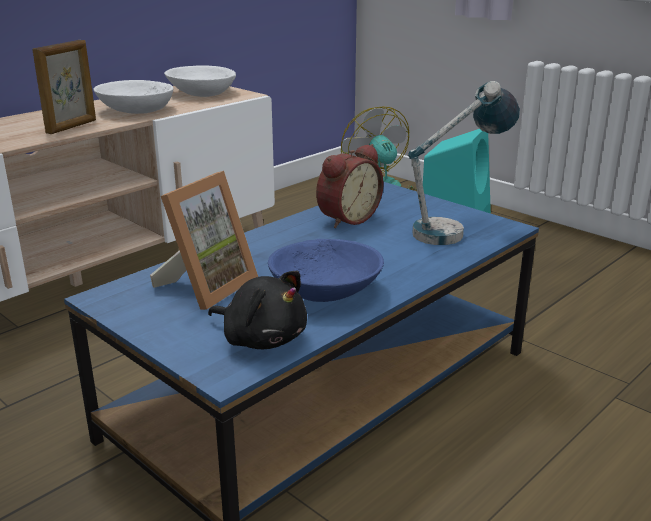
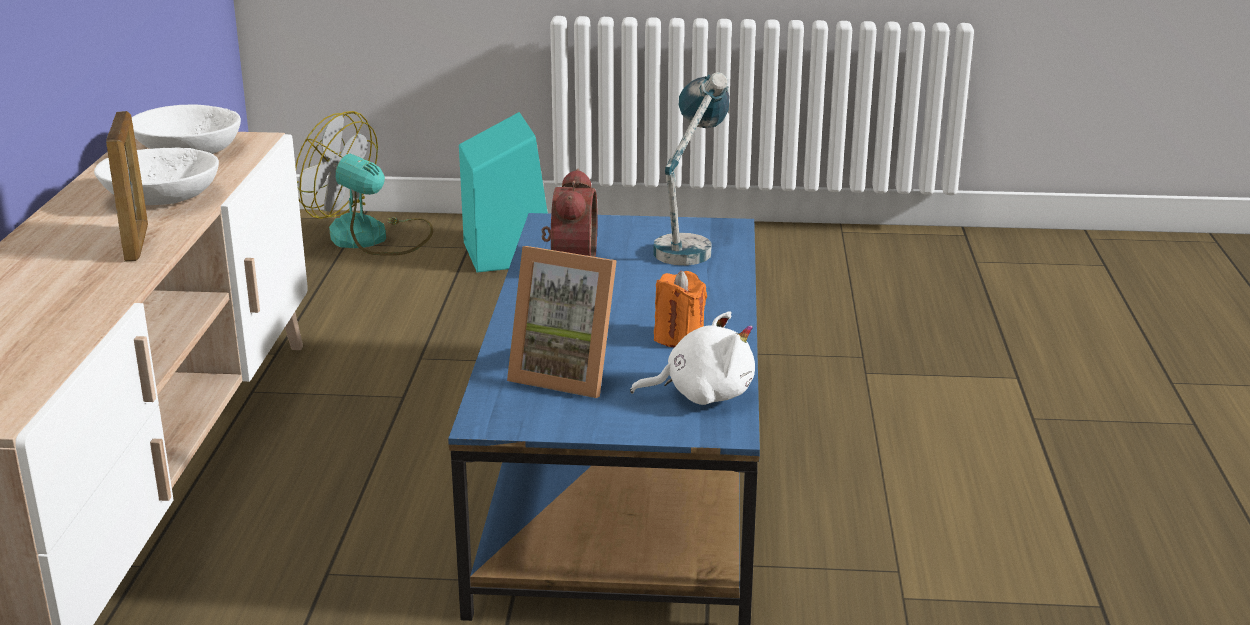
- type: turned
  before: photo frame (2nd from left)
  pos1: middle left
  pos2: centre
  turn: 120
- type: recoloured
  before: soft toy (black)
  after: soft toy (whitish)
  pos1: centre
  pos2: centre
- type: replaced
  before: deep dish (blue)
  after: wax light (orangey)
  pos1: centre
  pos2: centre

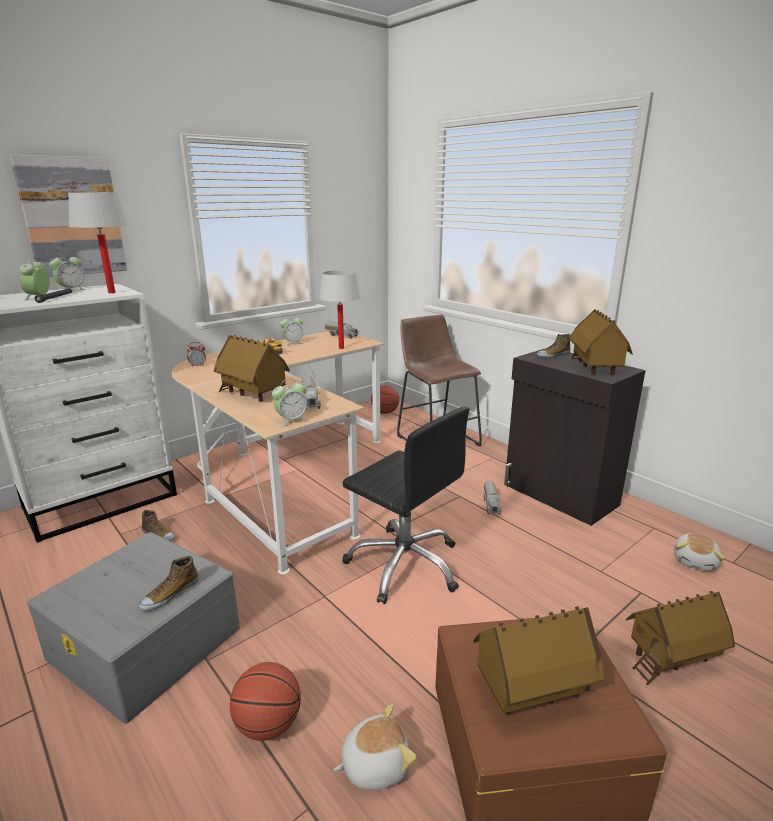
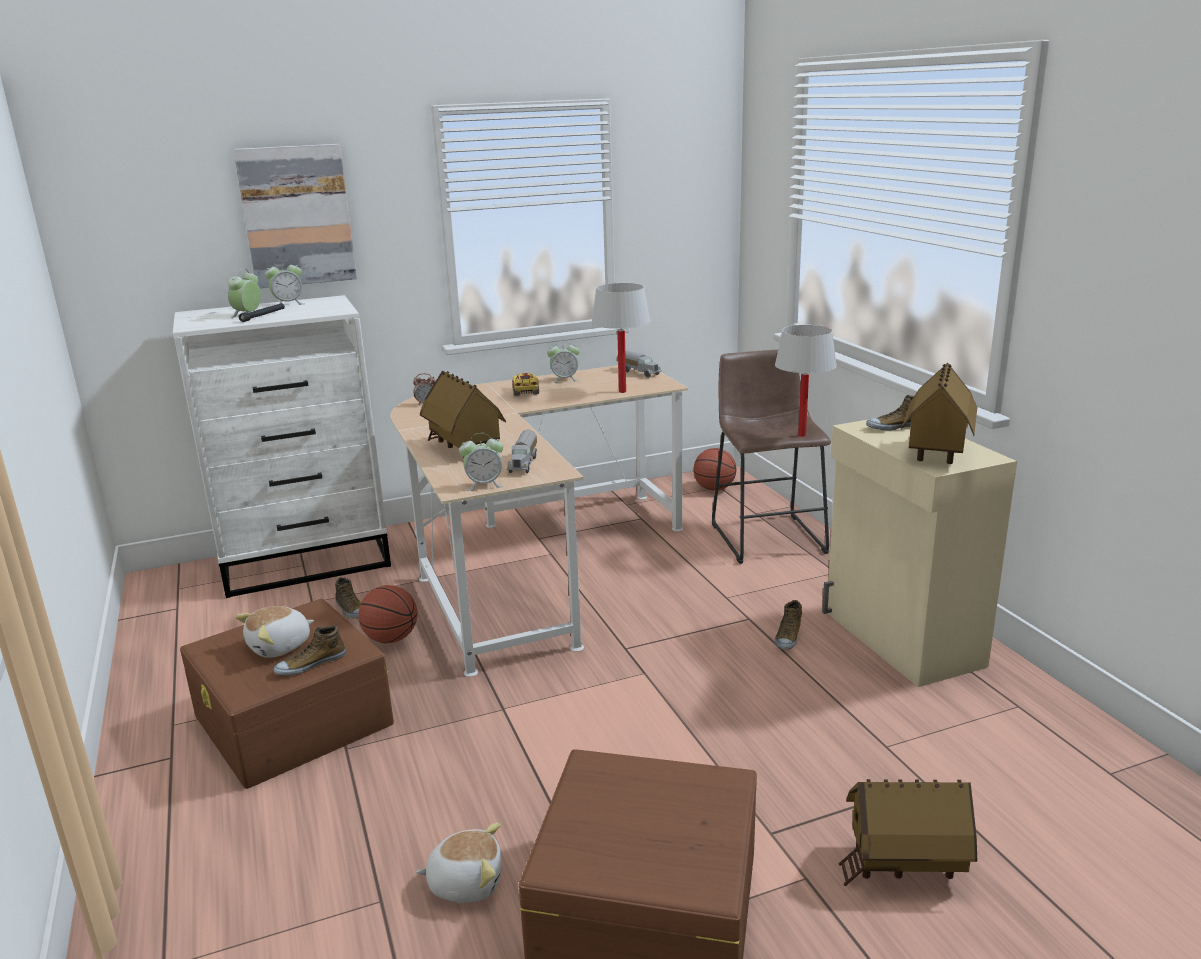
- type: recoloured
  before: storage box (greyish)
  after: storage box (brown) (1st from left)
  pos1: bottom left
  pos2: bottom left
- type: moved
  before: tabletop lamp (whitish) (1st from left in the first image)
  after: tabletop lamp (whitish) (2nd from left)
  pos1: top left
  pos2: middle right
- type: moved
  before: ball for basketball (1st from left)
  pos1: bottom centre
  pos2: middle left
- type: removed
  before: office chair (black)
  pos1: centre
- type: removed
  before: toy house (2nd from left)
  pos1: bottom right
- type: replaced
  before: toy truck (3rd from left)
  after: shoe (3rd from left)
  pos1: centre
  pos2: centre
- type: recoloured
  before: storage cabinet (black)
  after: storage cabinet (sand-coloured)
  pos1: middle right
  pos2: middle right
- type: moved
  before: soft toy (2nd from left in the first image)
  after: soft toy (1st from left)
  pos1: bottom right
  pos2: middle left

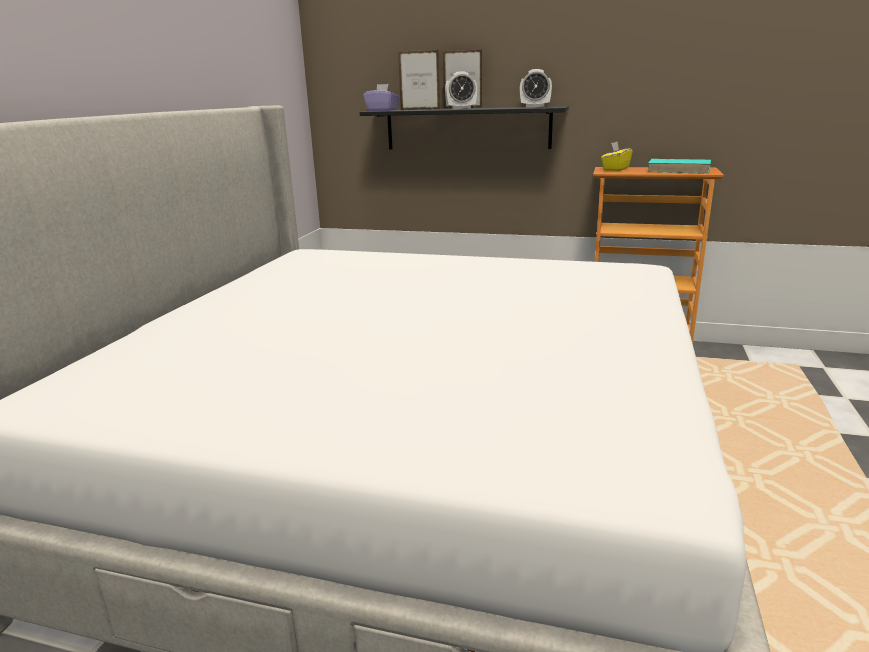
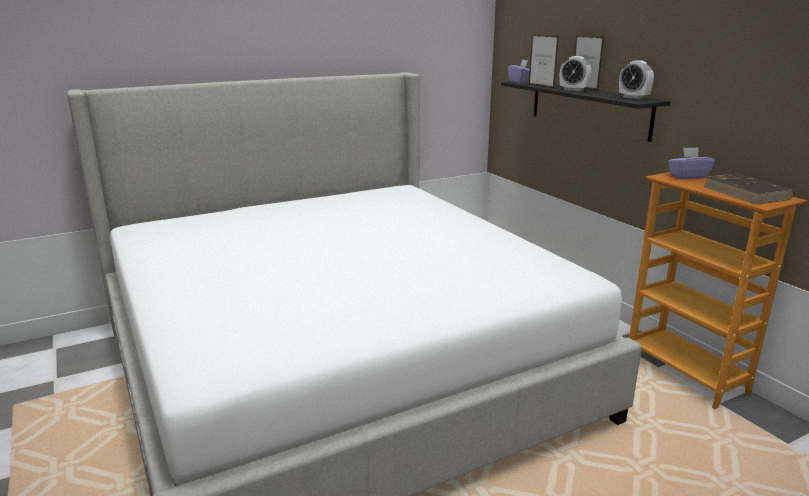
- type: recoloured
  before: box of tissues (yellowish)
  after: box of tissues (purple-coloured) (2nd from left)
  pos1: top right
  pos2: top right
- type: recoloured
  before: bound book (turquoise)
  after: bound book (brown)
  pos1: top right
  pos2: middle right

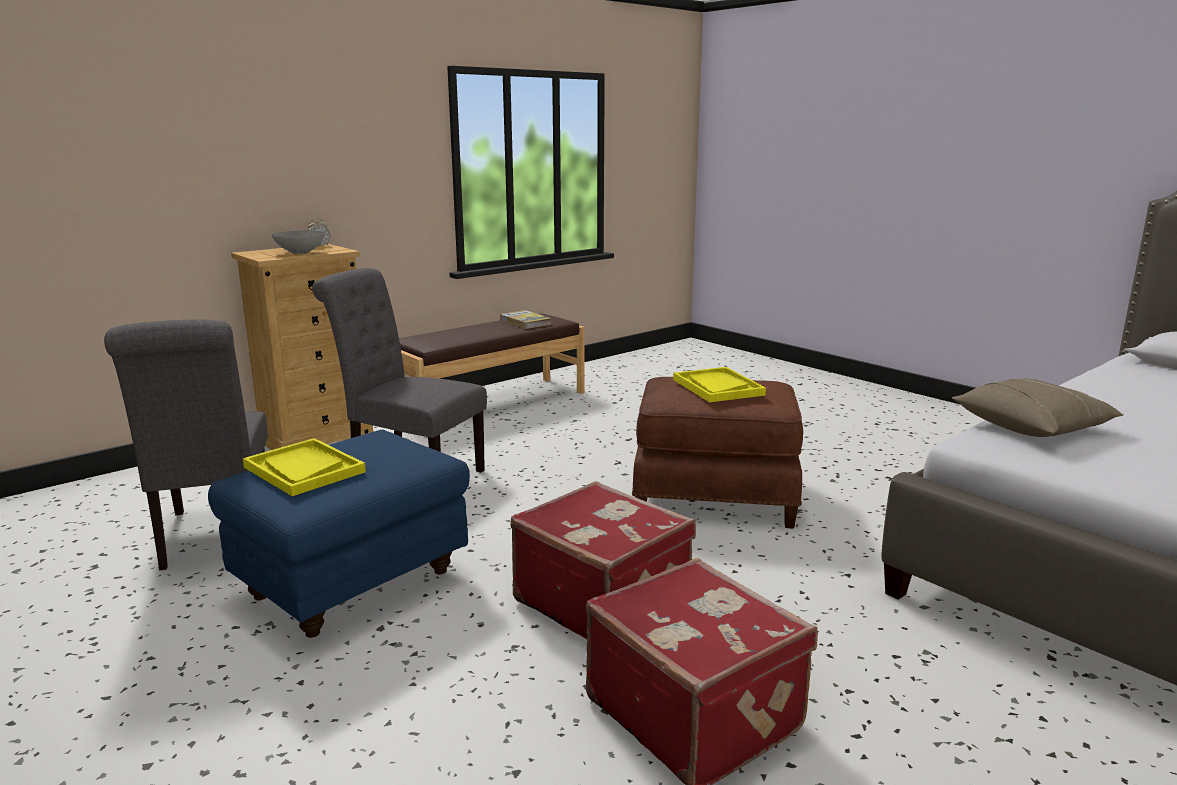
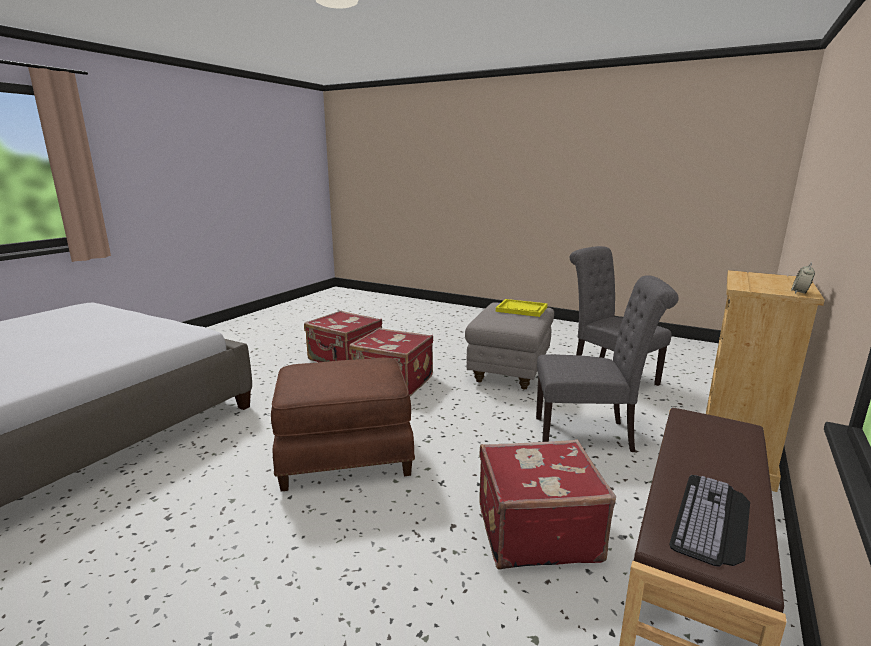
- type: recoloured
  before: ottoman (blue)
  after: ottoman (greyish)
  pos1: bottom left
  pos2: centre
- type: removed
  before: deep dish (greyish)
  pos1: top left
- type: replaced
  before: bound book
  after: PC keyboard
  pos1: centre
  pos2: bottom right
- type: removed
  before: tray (yellowish) (2nd from left)
  pos1: centre
- type: removed
  before: pillow (sand-coloured)
  pos1: middle right
- type: added
  after: piece of luggage (red-coloured) (3rd from left)
  pos2: bottom centre

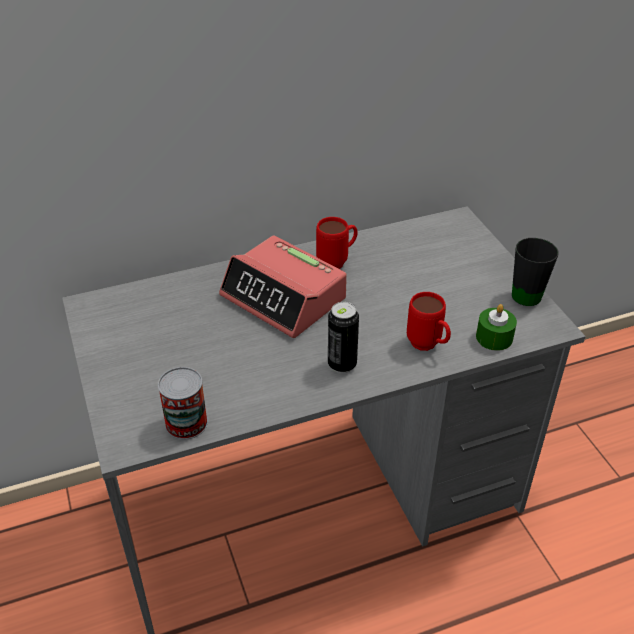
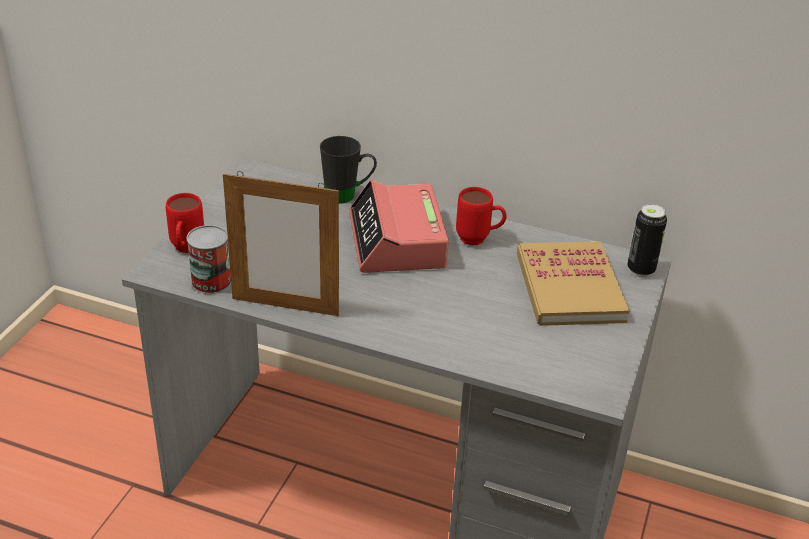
- type: moved
  before: sealed can (2nd from left)
  pos1: centre
  pos2: middle right
- type: moved
  before: tea mug (red-coloured) (2nd from left in the first image)
  after: tea mug (red-coloured) (1st from left)
  pos1: middle right
  pos2: middle left
- type: removed
  before: wax light (green)
  pos1: middle right
- type: moved
  before: tea mug (black)
  pos1: middle right
  pos2: top centre
- type: added
  after: photo frame
  pos2: centre
- type: added
  after: bound book
  pos2: middle right

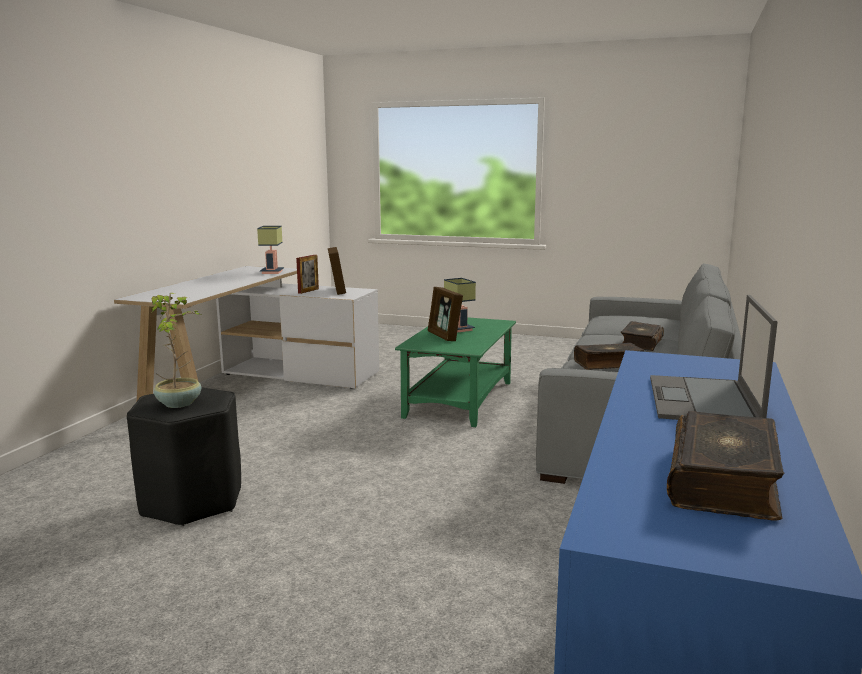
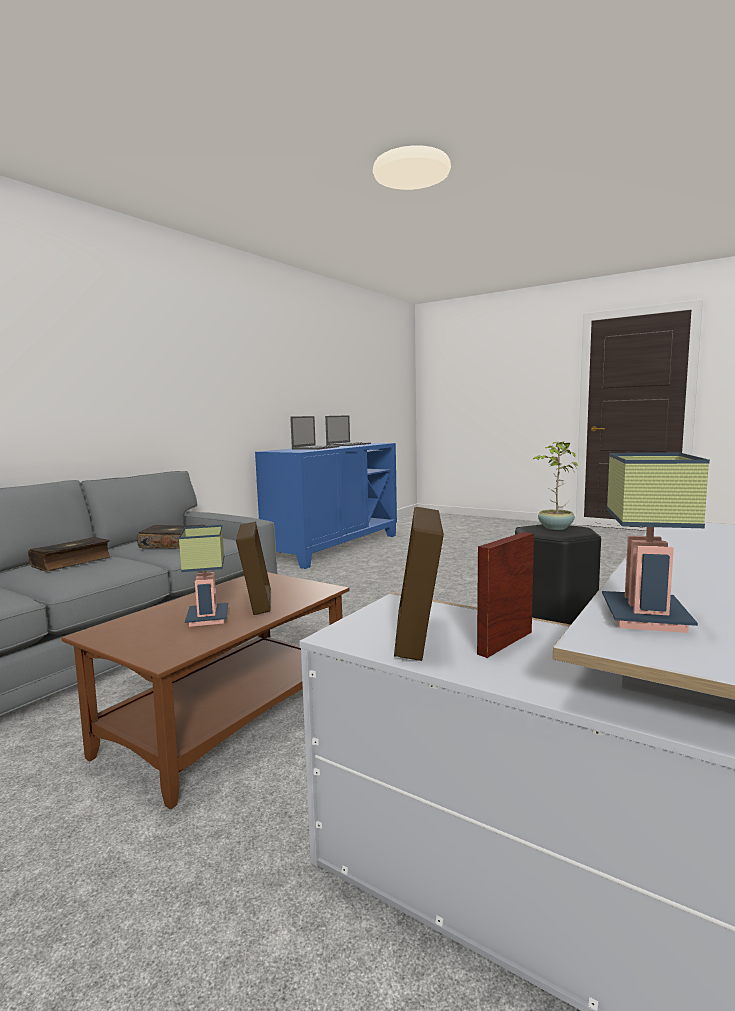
- type: recoloured
  before: lounge table (green)
  after: lounge table (brown)
  pos1: centre
  pos2: bottom left
- type: replaced
  before: bound book (3rd from left)
  after: portable computer (2nd from left)
  pos1: bottom right
  pos2: centre

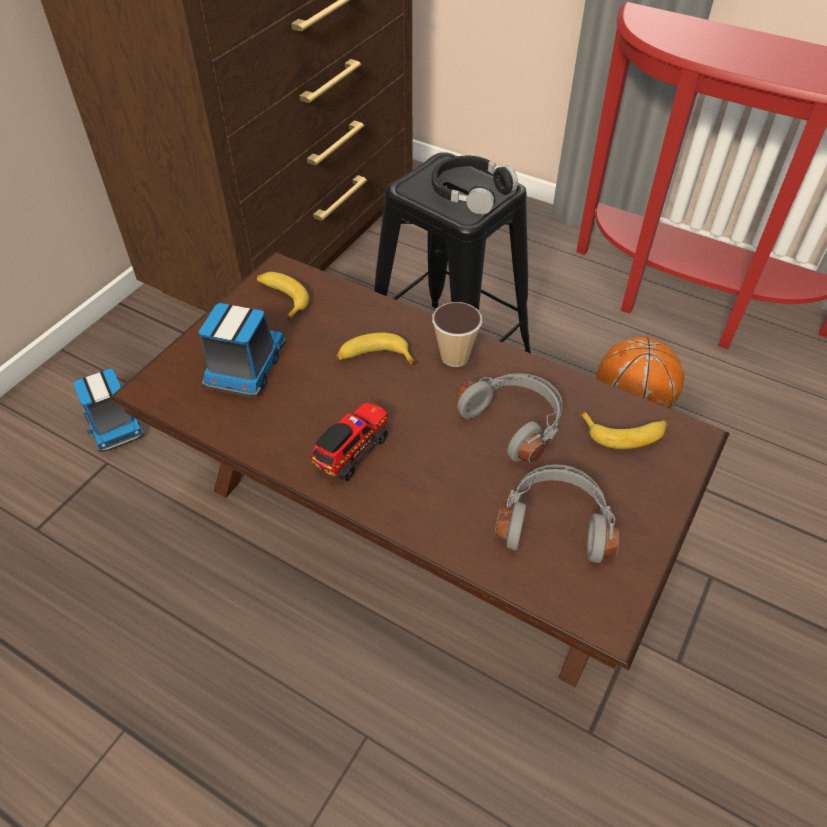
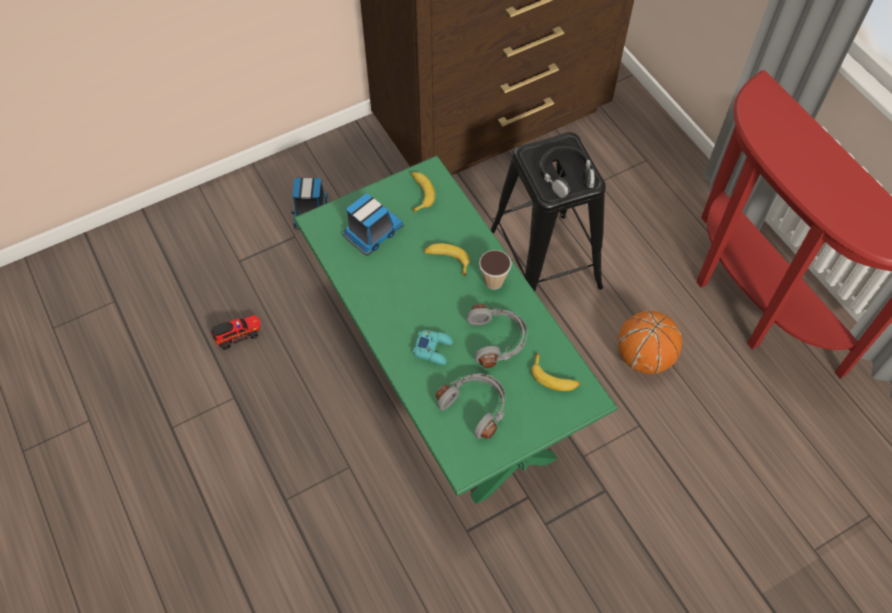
- type: recoloured
  before: lounge table (brown)
  after: lounge table (green)
  pos1: centre
  pos2: centre
- type: moved
  before: toy truck (3rd from left in the first image)
  after: toy truck (1st from left)
  pos1: centre
  pos2: middle left
- type: added
  after: joypad (turquoise)
  pos2: centre

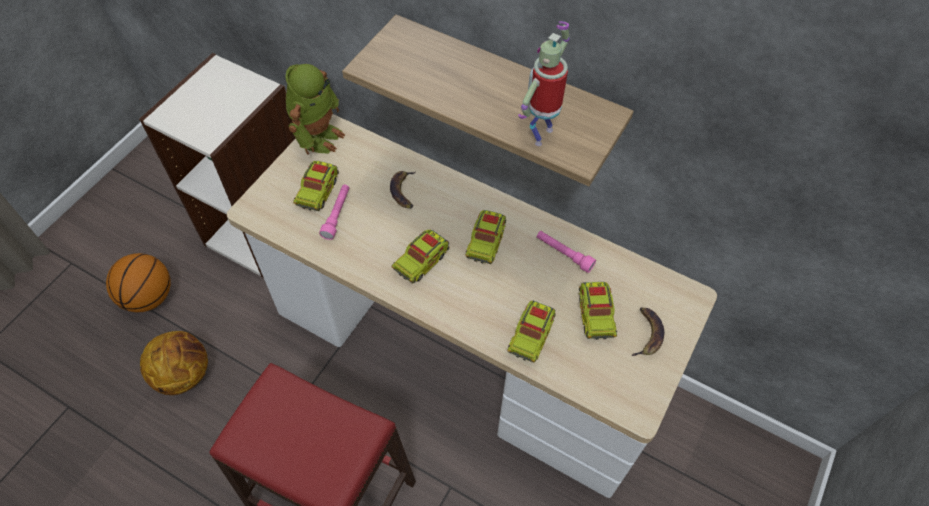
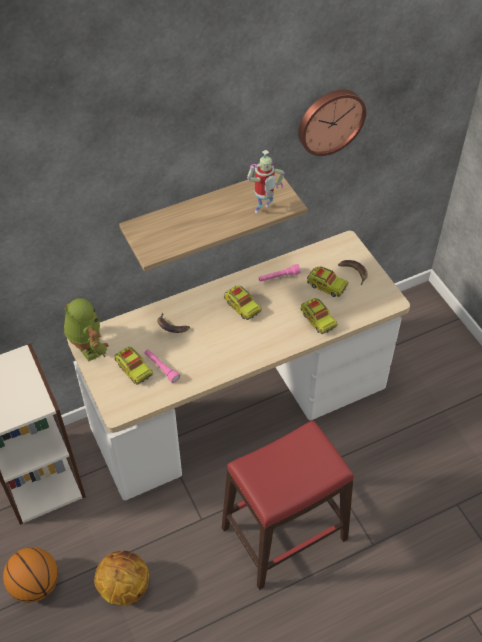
- type: removed
  before: toy truck (2nd from left)
  pos1: centre
- type: turned
  before: robot figure (2nd from left)
  pos1: top centre
  pos2: top centre
  turn: -105
- type: added
  after: wall clock
  pos2: top right

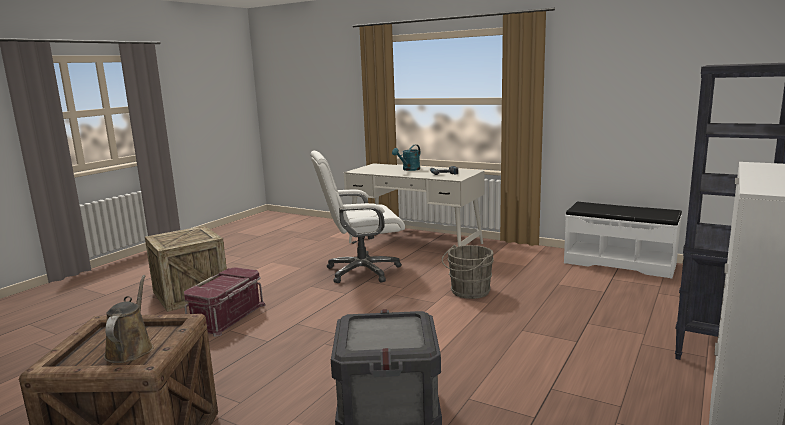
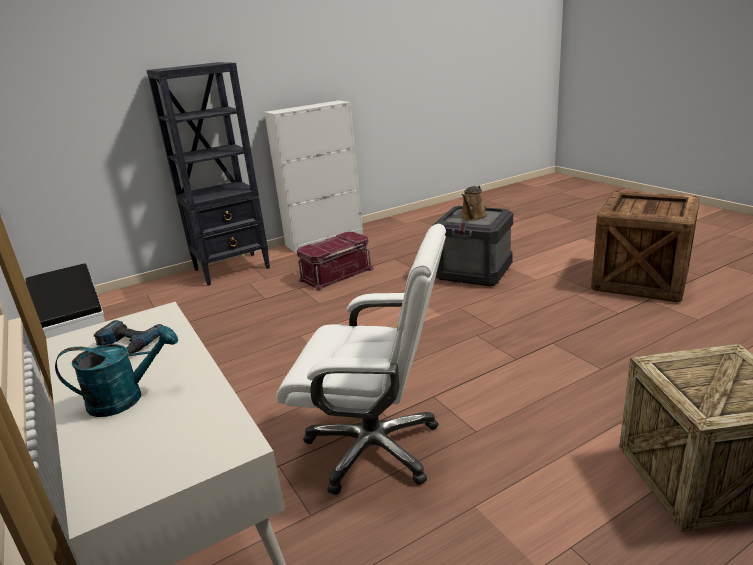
- type: moved
  before: sprinkling can (brown)
  pos1: bottom left
  pos2: centre
- type: moved
  before: storage box (red-coloured)
  pos1: bottom left
  pos2: centre
- type: removed
  before: pail (greyish)
  pos1: centre

